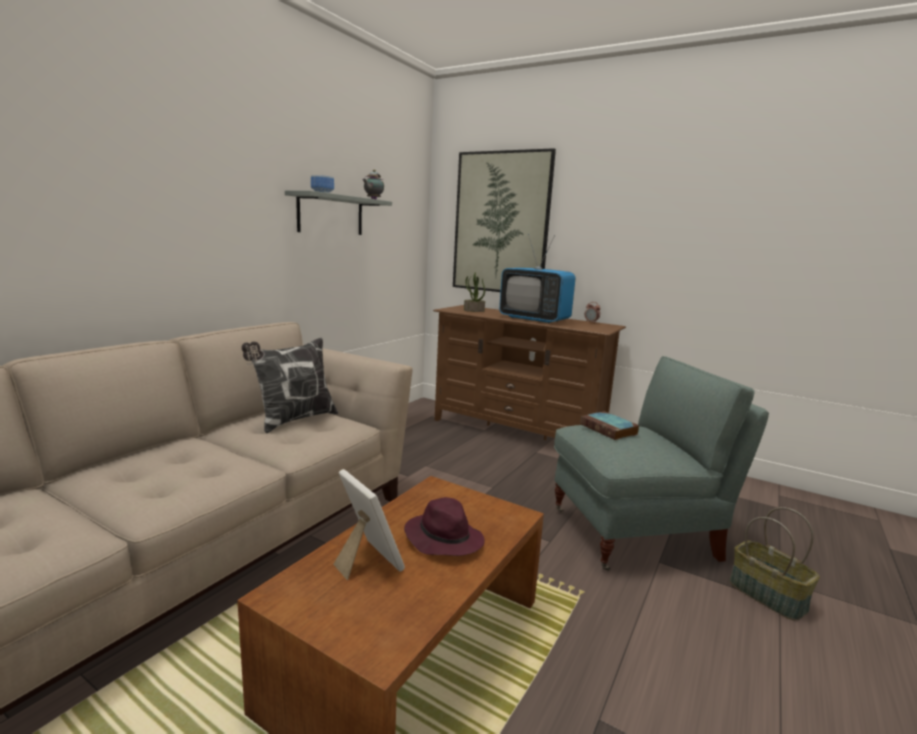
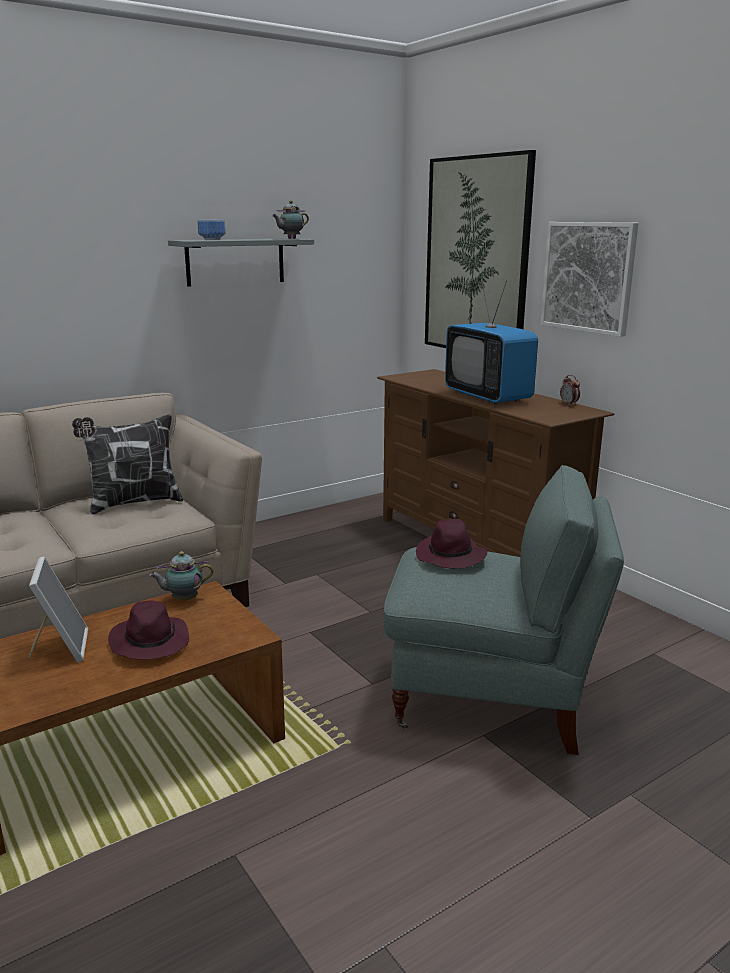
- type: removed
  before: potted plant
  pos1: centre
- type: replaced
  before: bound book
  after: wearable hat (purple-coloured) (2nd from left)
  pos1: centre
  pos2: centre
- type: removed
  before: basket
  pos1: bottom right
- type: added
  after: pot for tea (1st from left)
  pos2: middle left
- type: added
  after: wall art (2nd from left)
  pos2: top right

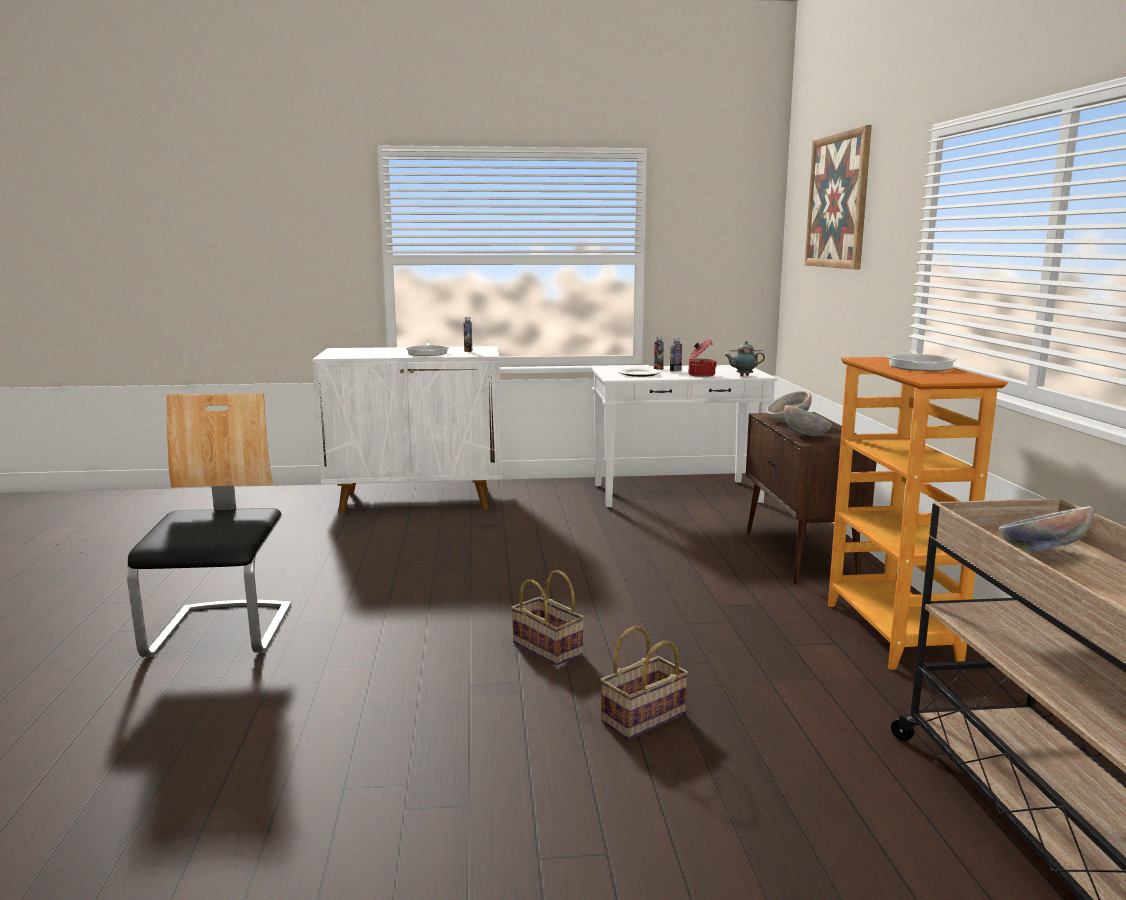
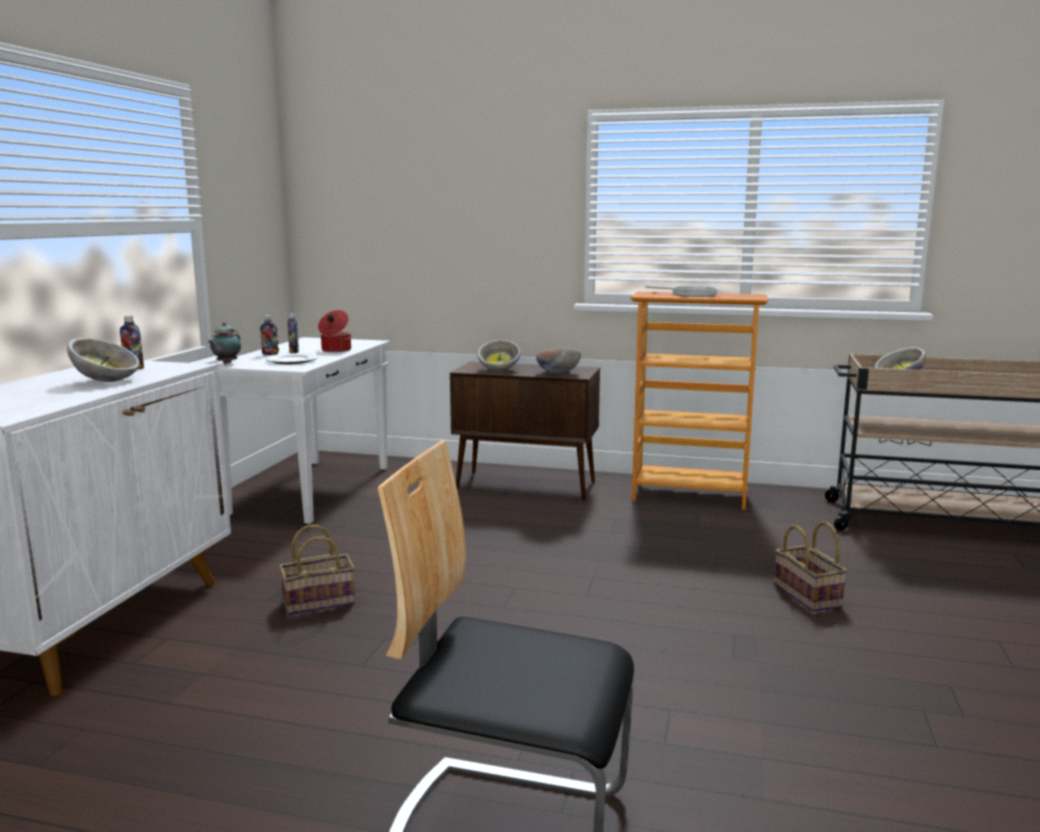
- type: replaced
  before: frying pan (1st from left)
  after: deep dish (1st from left)
  pos1: centre
  pos2: middle left
- type: moved
  before: basket (1st from left)
  pos1: bottom centre
  pos2: bottom left
- type: moved
  before: pot for tea
  pos1: centre
  pos2: middle left
- type: removed
  before: wall art
  pos1: top right

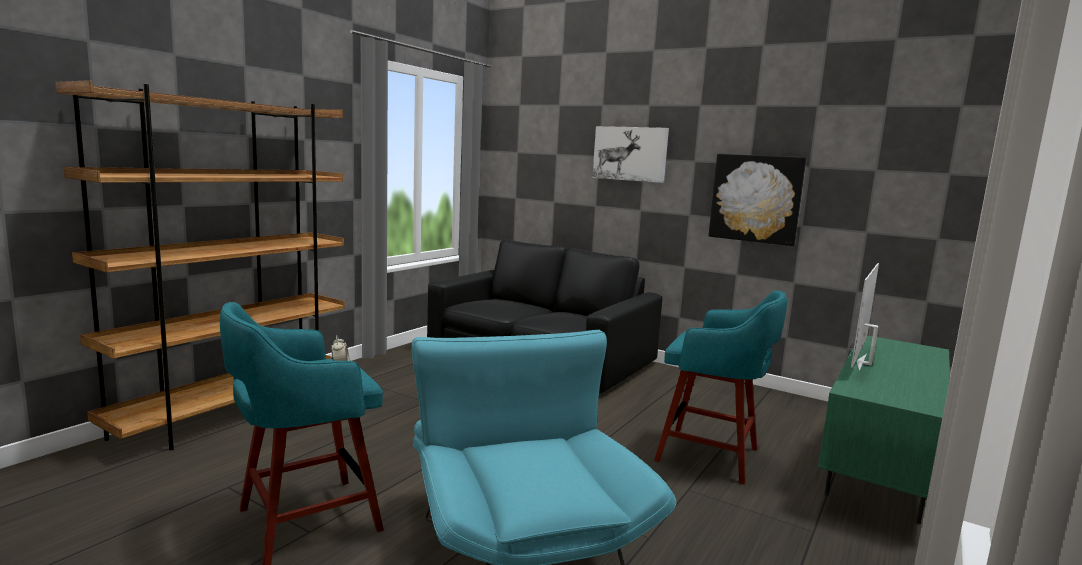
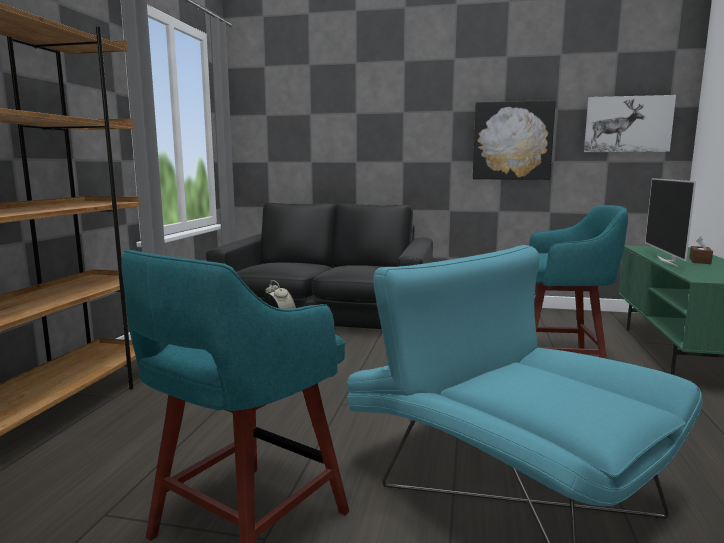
- type: moved
  before: wall art (1st from left in the first image)
  after: wall art (2nd from left)
  pos1: top centre
  pos2: top right
- type: added
  after: box of tissues (brown)
  pos2: middle right

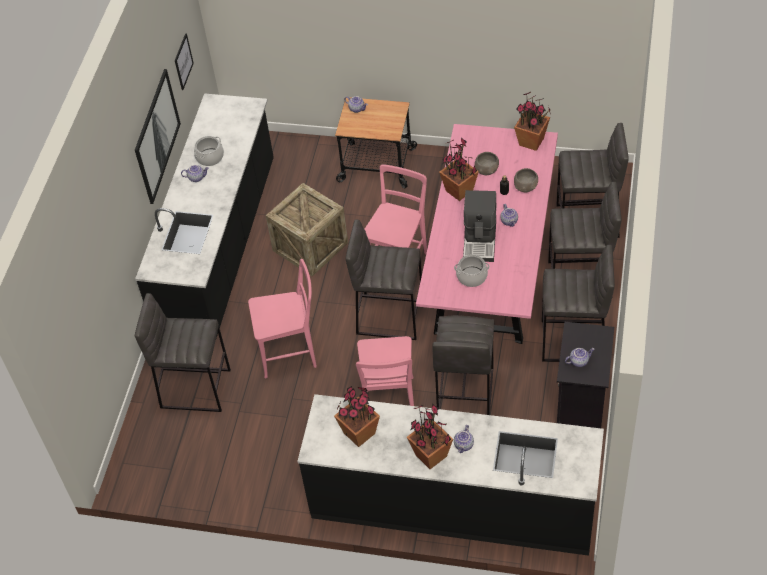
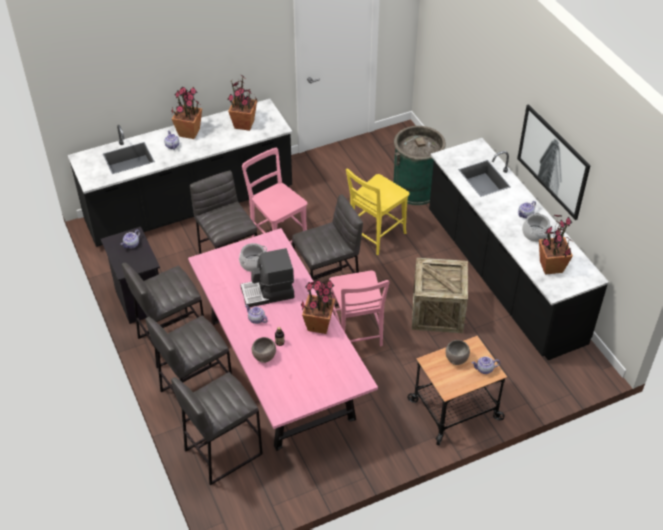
- type: replaced
  before: stool seat (greyish) (1st from left)
  after: rubbish bin (green)
  pos1: middle left
  pos2: top centre
- type: removed
  before: wall art (2nd from left)
  pos1: top left
- type: recoloured
  before: upright chair (pinkish) (1st from left)
  after: upright chair (yellowish)
  pos1: centre
  pos2: centre
- type: turned
  before: coffee maker
  pos1: centre
  pos2: centre
  turn: -75
- type: moved
  before: deep dish (greyish) (1st from left in the first image)
  after: deep dish (greyish) (2nd from left)
  pos1: top centre
  pos2: middle right
- type: moved
  before: potted plant (4th from left)
  pos1: top right
  pos2: middle right

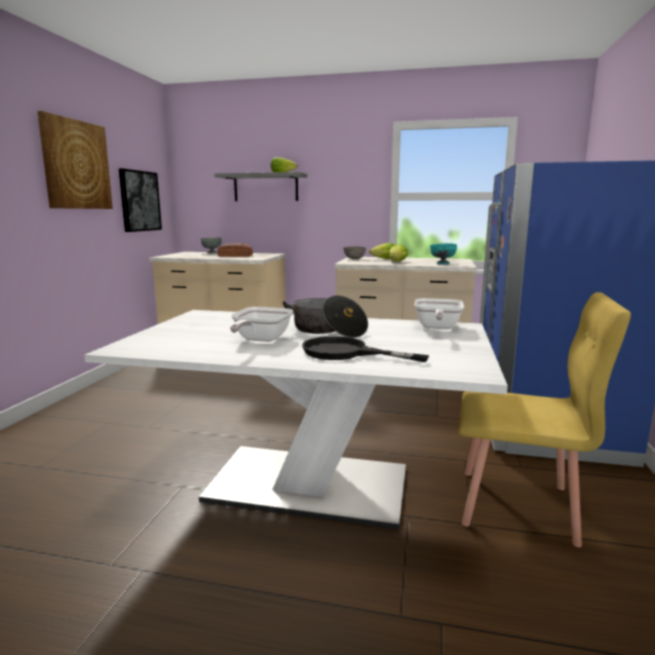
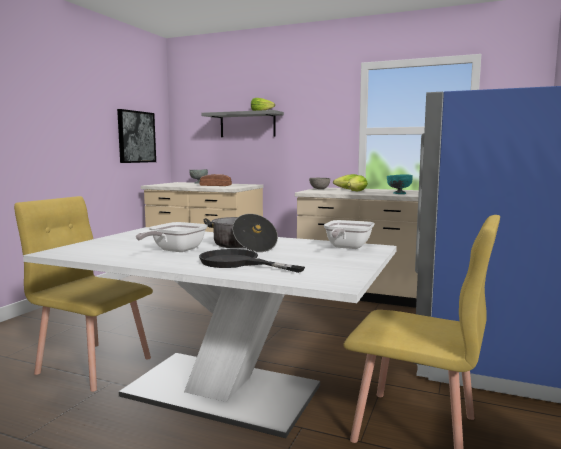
- type: removed
  before: wall art (1st from left)
  pos1: top left
- type: added
  after: upright chair (yellowish) (1st from left)
  pos2: middle left

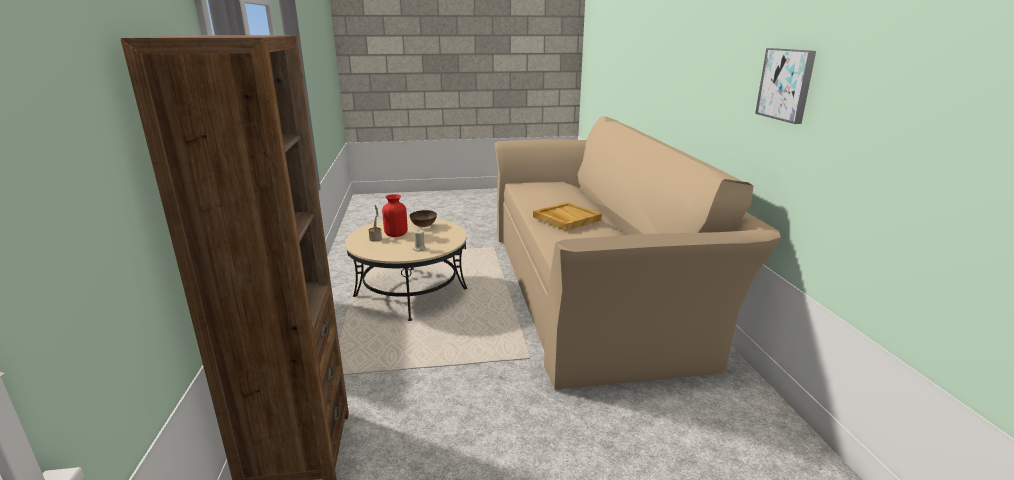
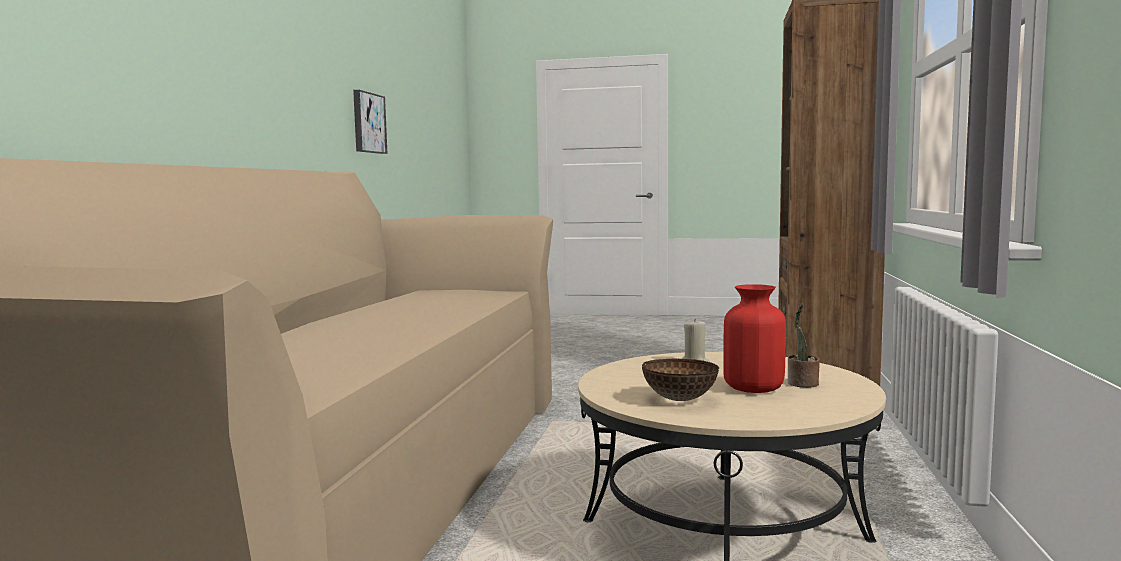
- type: removed
  before: tray (sand-coloured)
  pos1: centre
- type: moved
  before: wall art
  pos1: top right
  pos2: top left

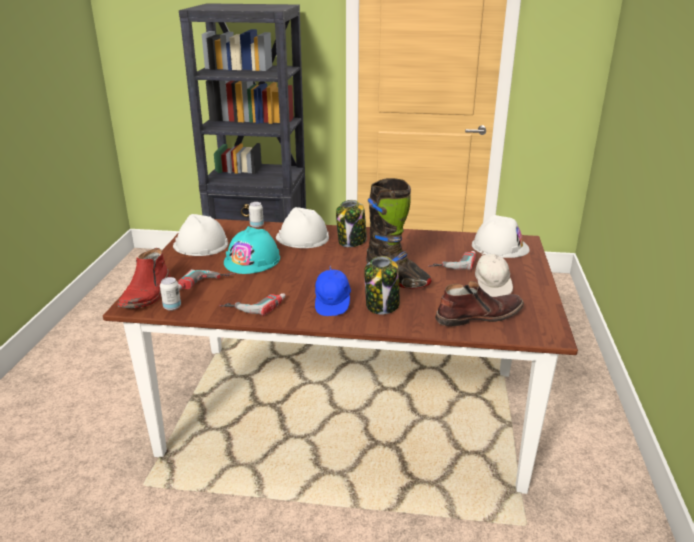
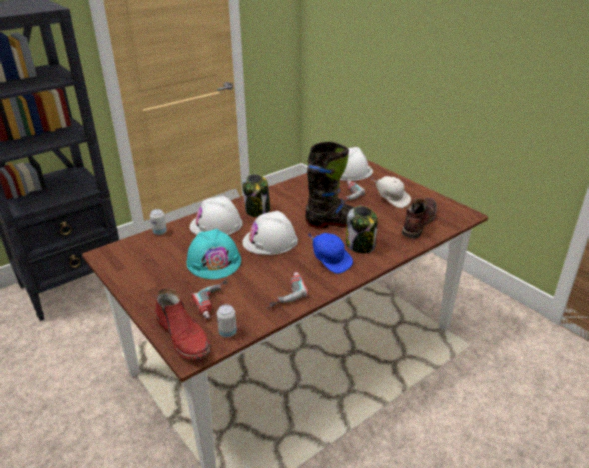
- type: moved
  before: work helmet (whitish) (1st from left in the first image)
  after: work helmet (whitish) (2nd from left)
  pos1: middle left
  pos2: centre

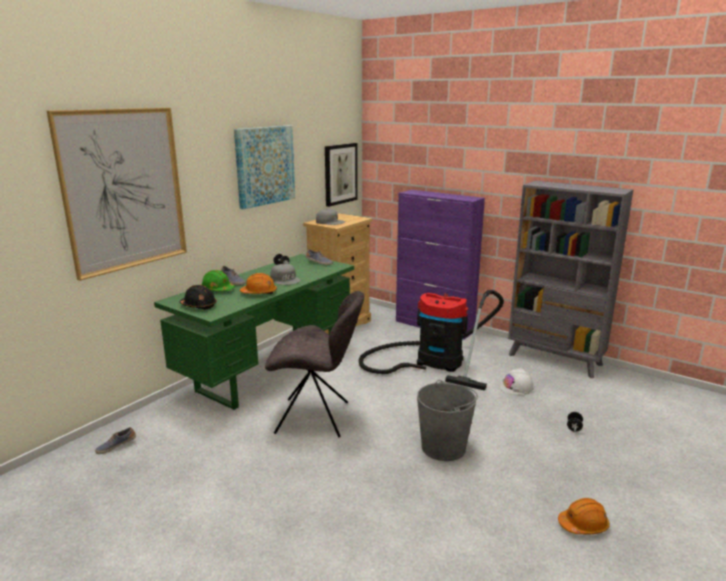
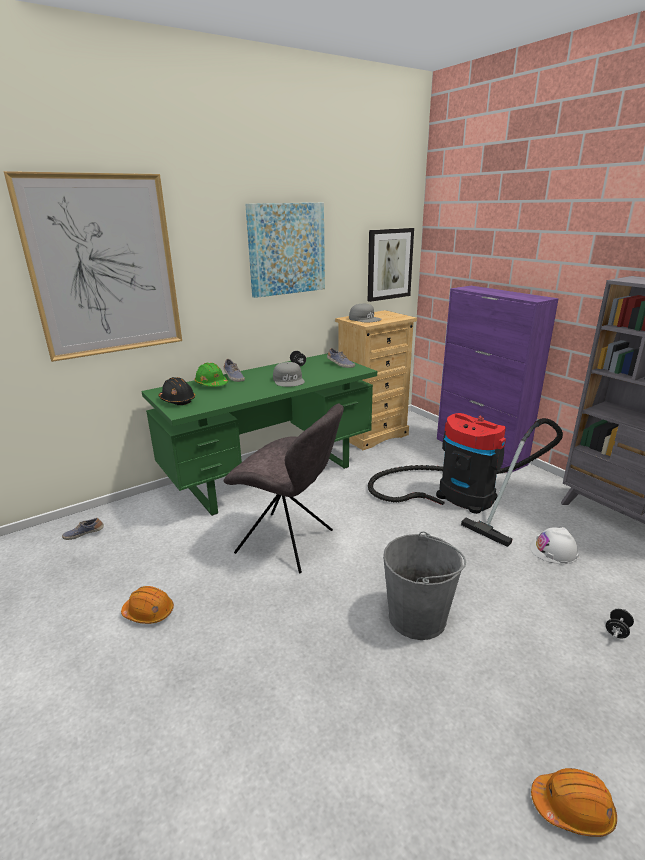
- type: moved
  before: work helmet (orangey) (1st from left)
  pos1: centre
  pos2: bottom left

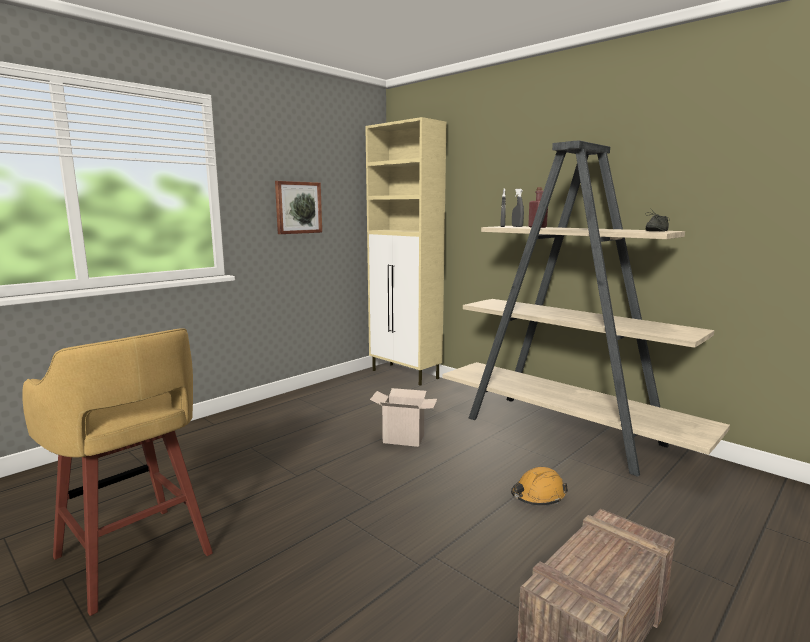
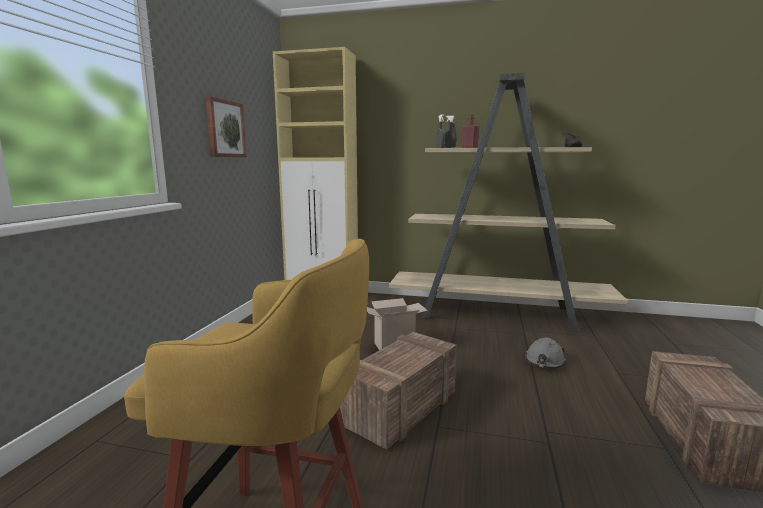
- type: recoloured
  before: work helmet (orangey)
  after: work helmet (greyish)
  pos1: bottom centre
  pos2: bottom right
- type: added
  after: crate (1st from left)
  pos2: bottom centre

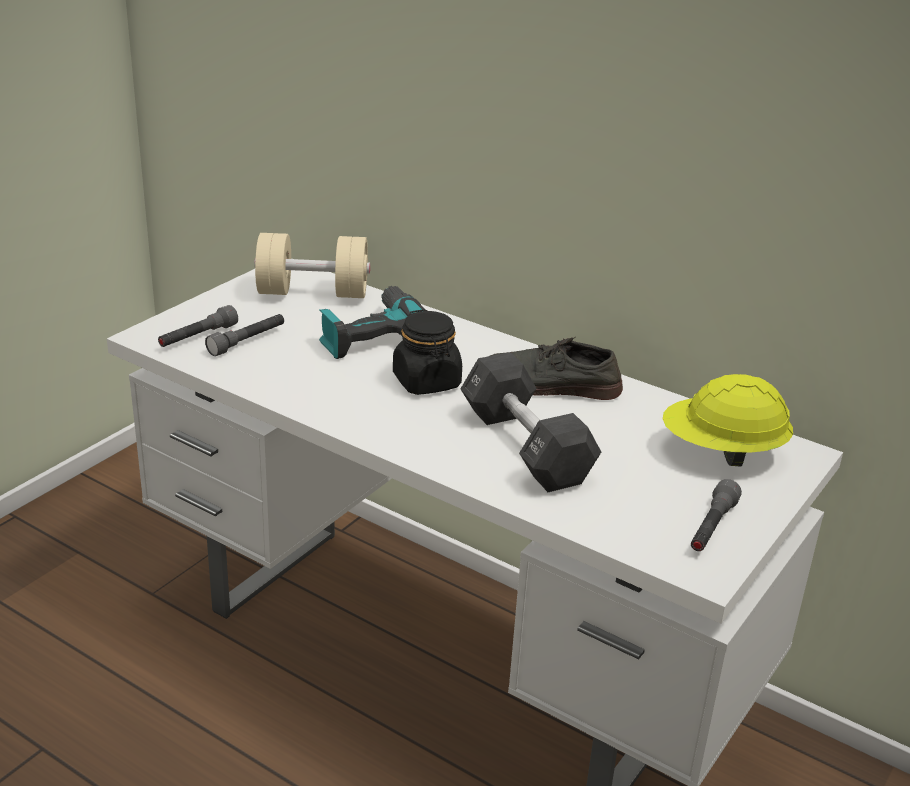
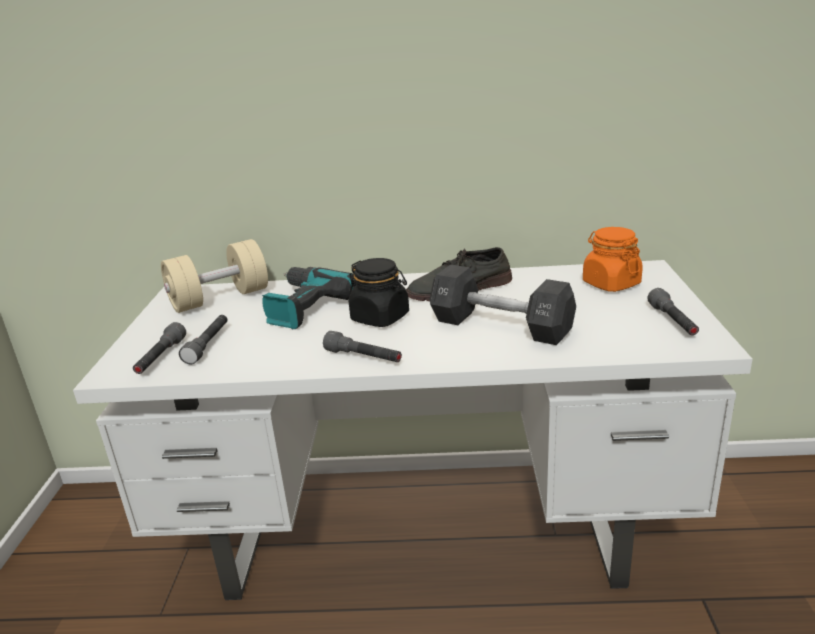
- type: replaced
  before: work helmet (yellowish)
  after: preserve jar (orangey)
  pos1: middle right
  pos2: middle right
- type: added
  after: flashlight (greyish) (3rd from left)
  pos2: centre

